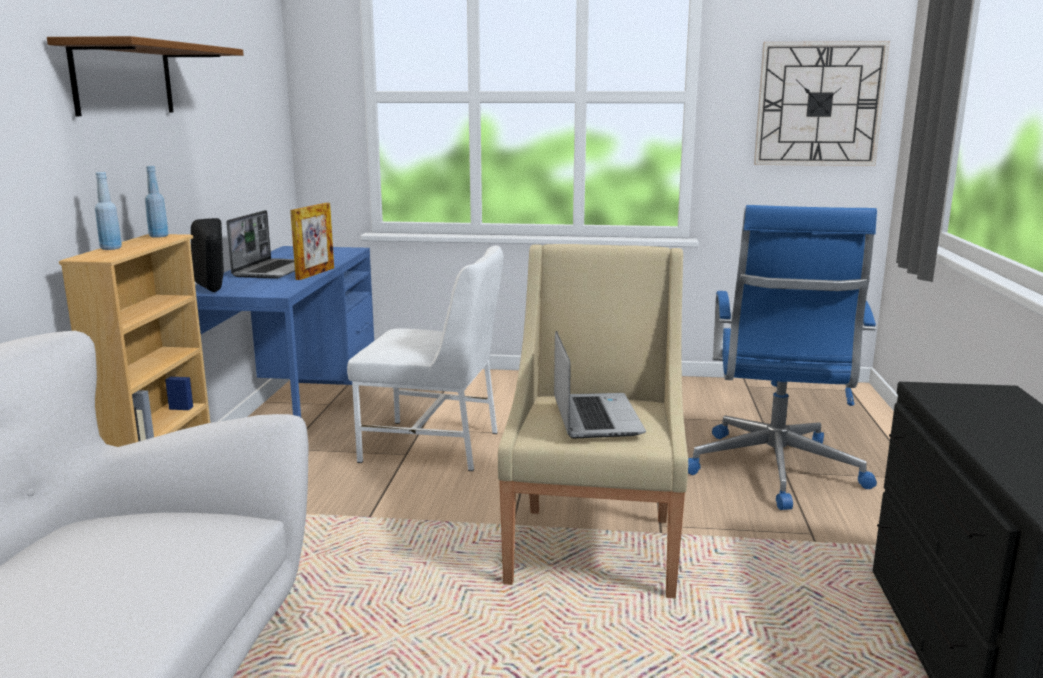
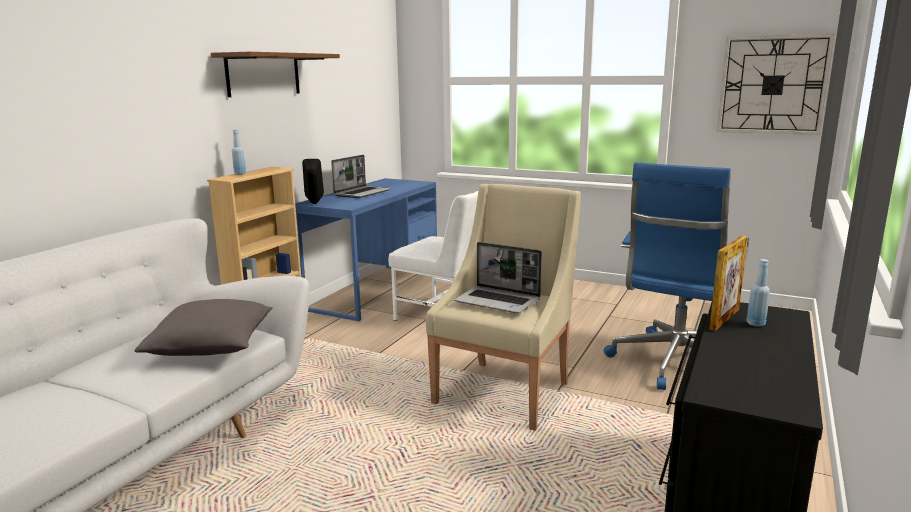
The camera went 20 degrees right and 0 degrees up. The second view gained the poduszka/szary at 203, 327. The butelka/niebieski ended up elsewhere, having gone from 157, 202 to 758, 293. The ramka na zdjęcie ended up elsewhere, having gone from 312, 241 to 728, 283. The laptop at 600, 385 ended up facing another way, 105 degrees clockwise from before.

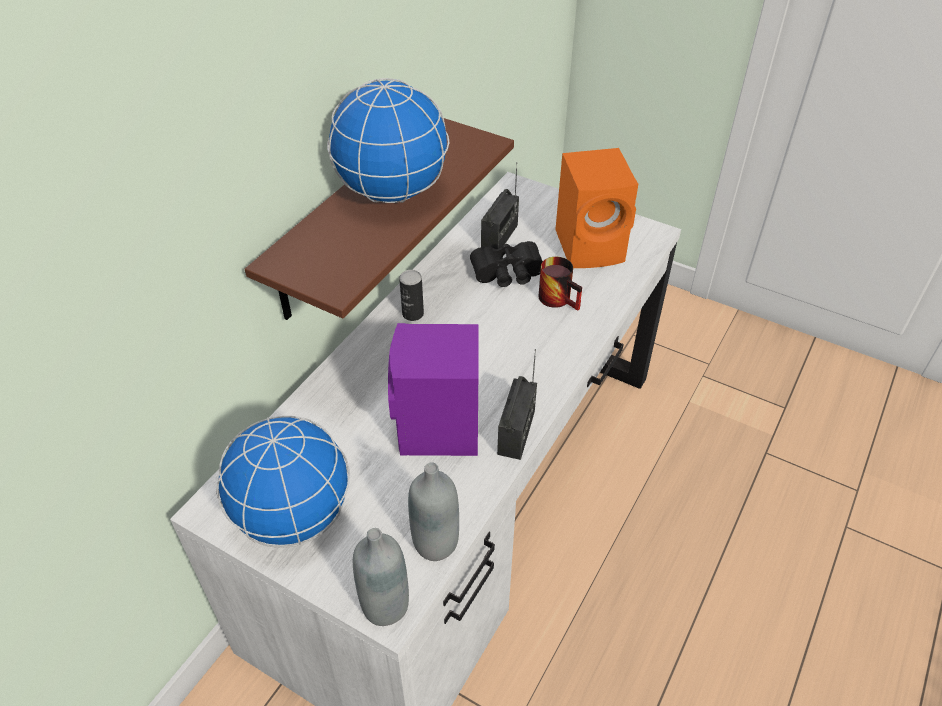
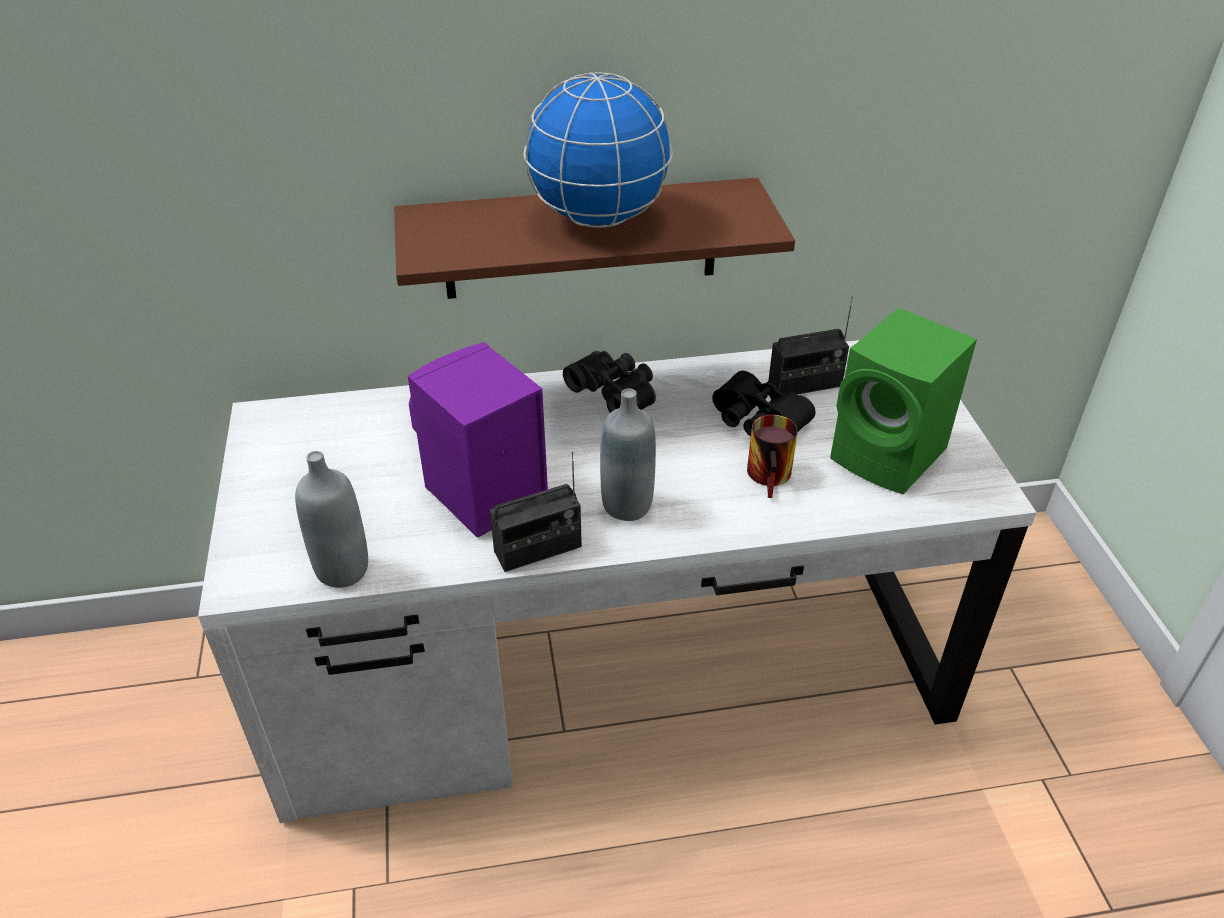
The camera went 50 degrees right and 5 degrees down. The second view lost the globus at 283, 482. The butelka/szary ended up elsewhere, having gone from 381, 577 to 628, 454. Where the puszka stood at 411, 295, the lornetka/czarny came to stand at 609, 382. What was the głośnik/pomarańczowy at 596, 208 turned into the głośnik/zielony at 903, 401.

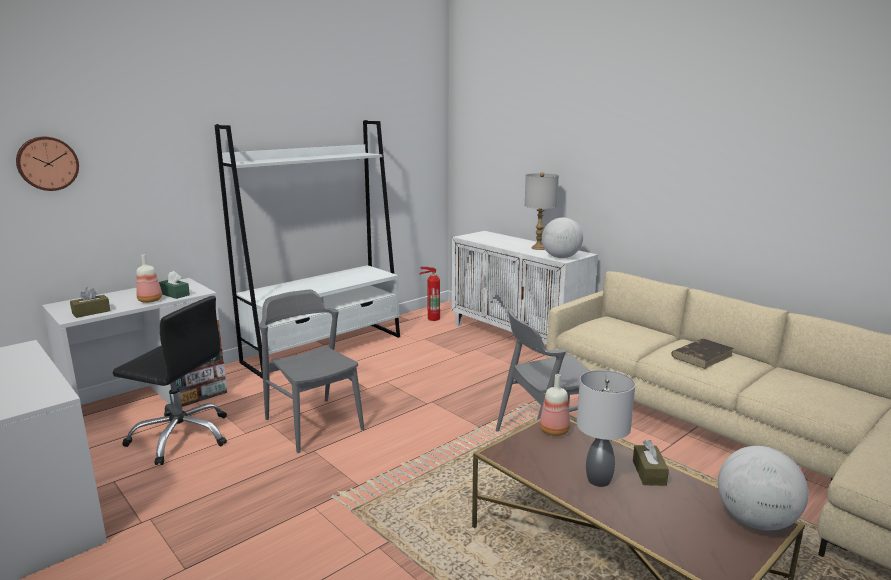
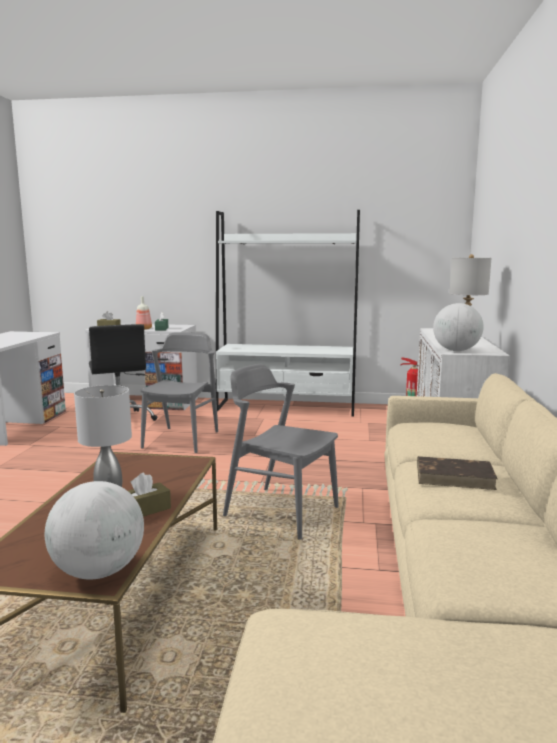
The camera went 50 degrees right and 5 degrees down. The second view lost the zegar ścienny at 47, 164. The second view lost the butelka at 555, 405.

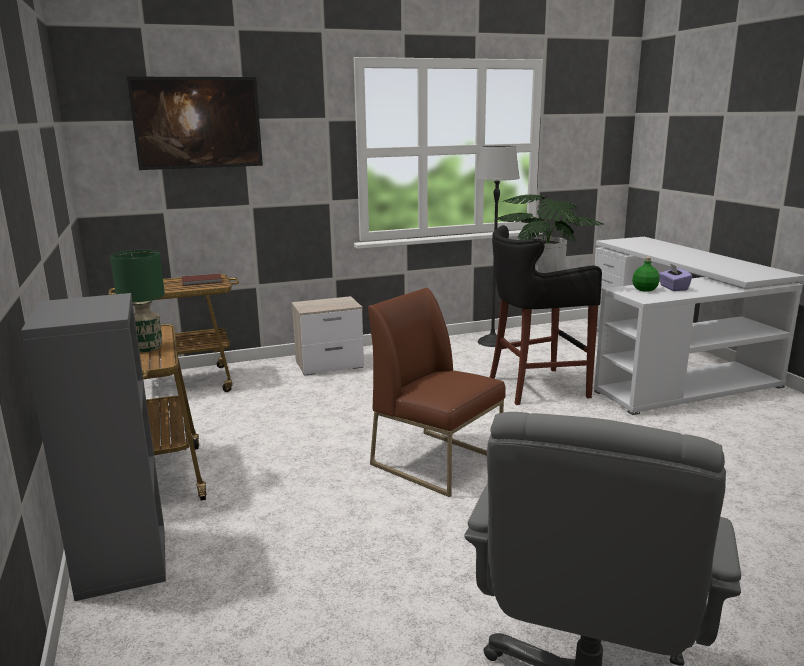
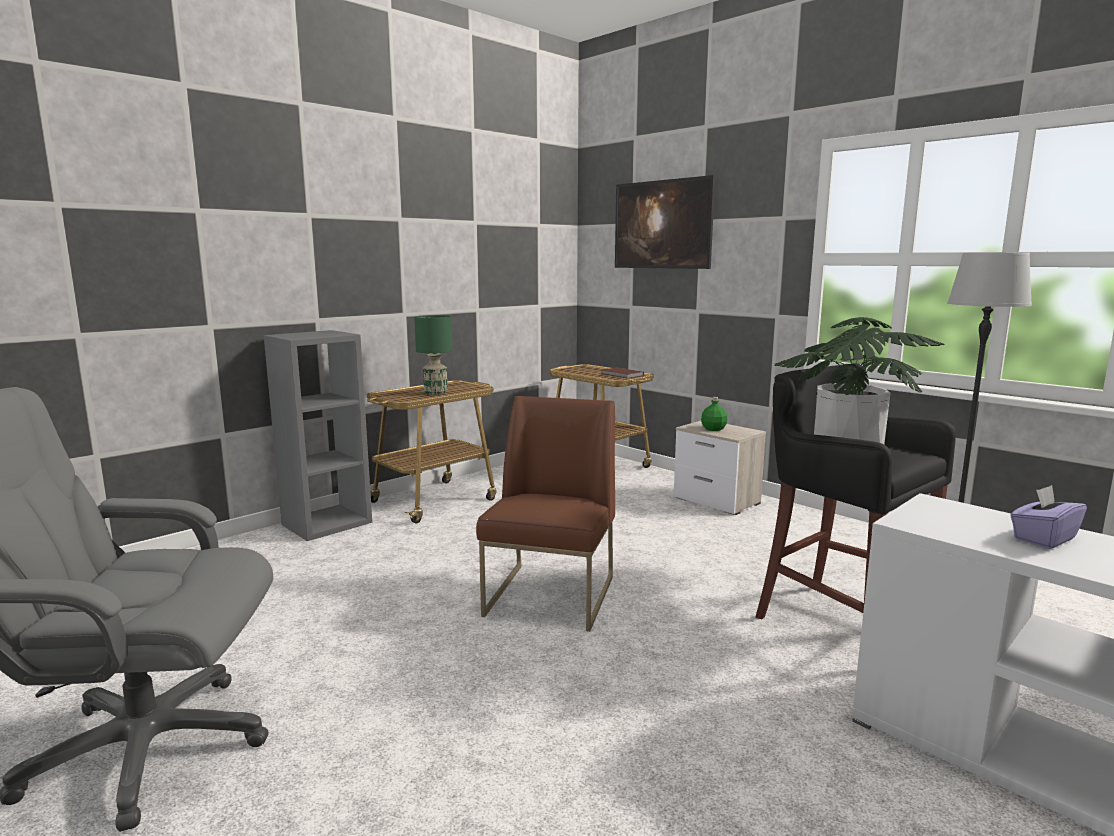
The camera went 65 degrees right and 5 degrees down. The butelka/zielony ended up elsewhere, having gone from 646, 274 to 714, 414.

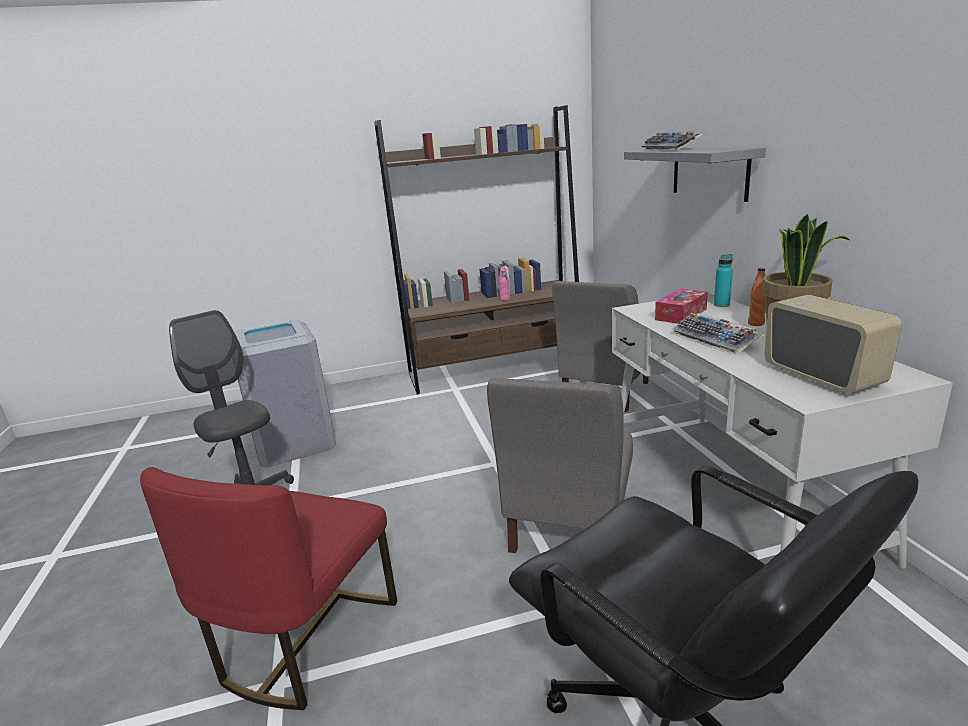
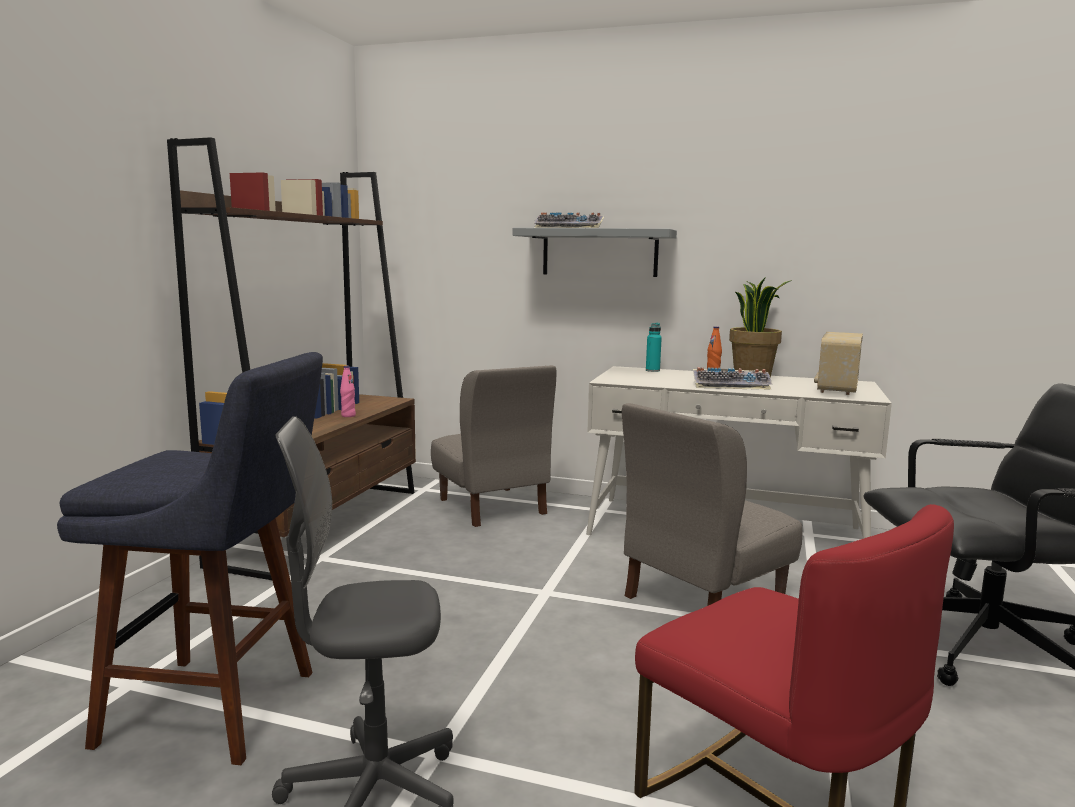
The camera went 60 degrees left and 10 degrees down. The second view lost the pudełko chusteczek at 681, 306. Where the kosz na śmieci/szary stood at 285, 393, the stołek/niebieski came to stand at 190, 558. The krzesło/szary at 560, 465 ended up facing another way, 90 degrees clockwise from before. The radio at 833, 344 ended up facing another way, 75 degrees counterclockwise from before.

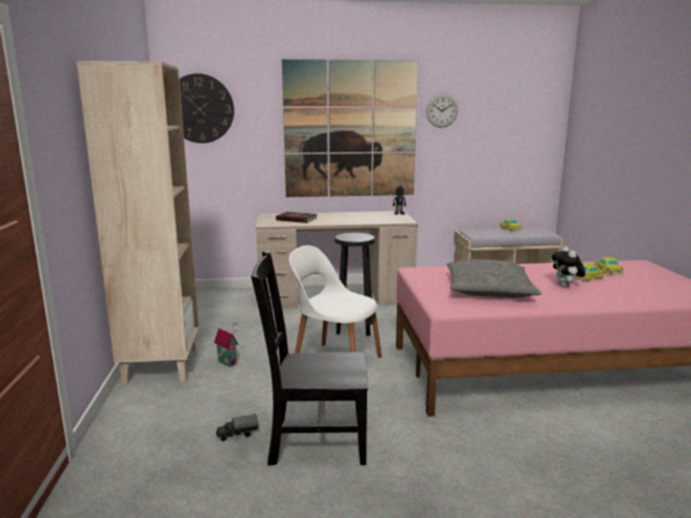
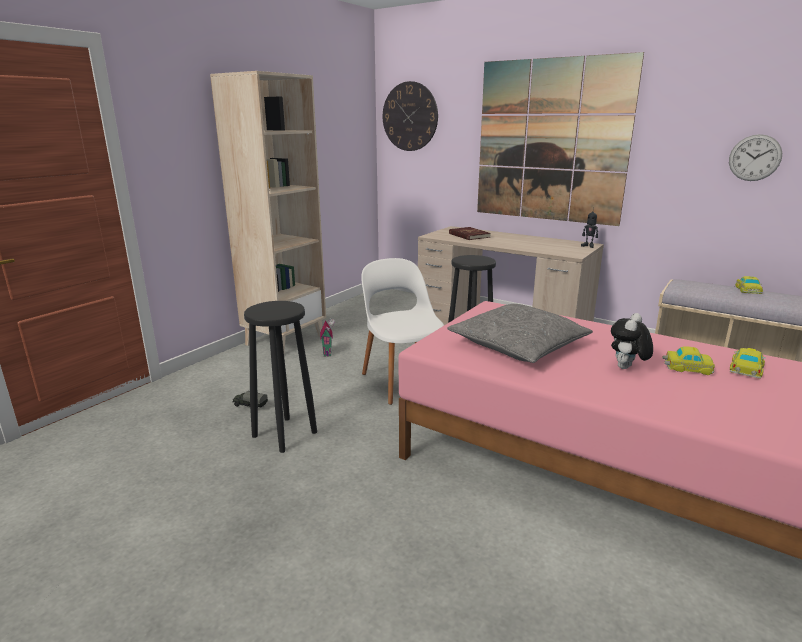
The camera went 40 degrees right and 5 degrees up. The zegar ścienny ended up elsewhere, having gone from 442, 111 to 755, 157. Where the krzesło/czarny stood at 309, 358, the stołek/czarny came to stand at 280, 377.

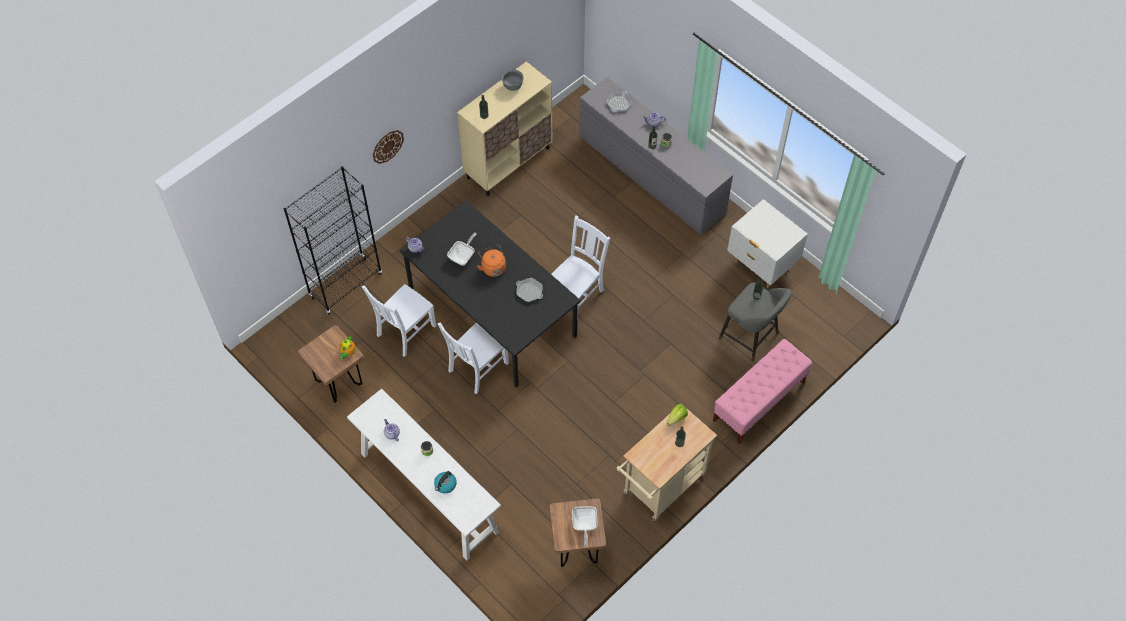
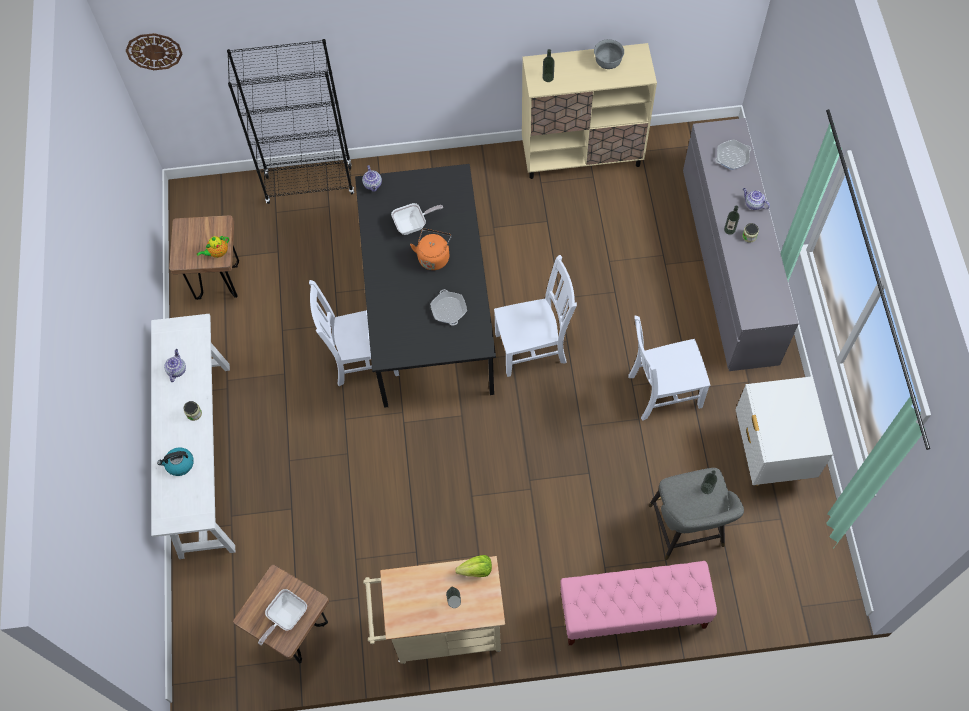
The camera went 40 degrees right and 5 degrees up. The krzesło/biały ended up elsewhere, having gone from 399, 320 to 669, 368. The zegar ścienny ended up elsewhere, having gone from 388, 147 to 154, 51.

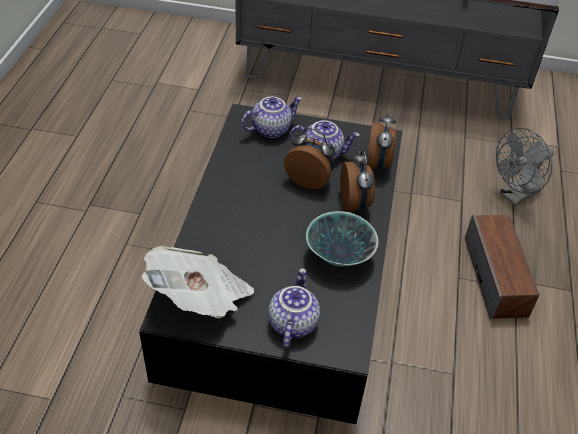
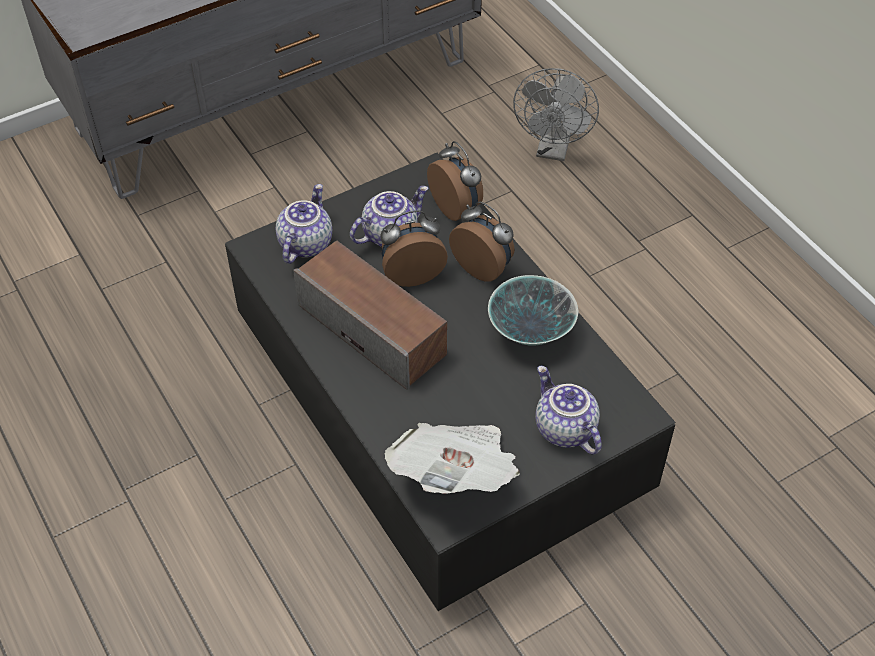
The camera went 40 degrees left and 5 degrees up. The głośnik ended up elsewhere, having gone from 502, 266 to 370, 315.

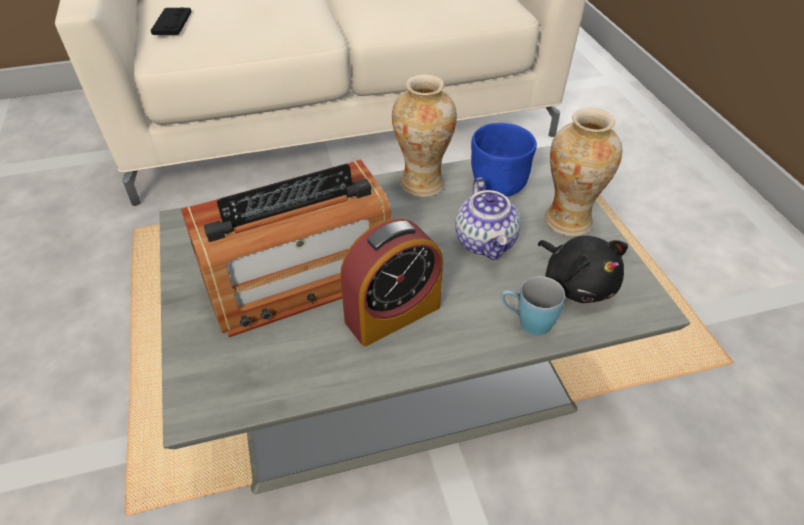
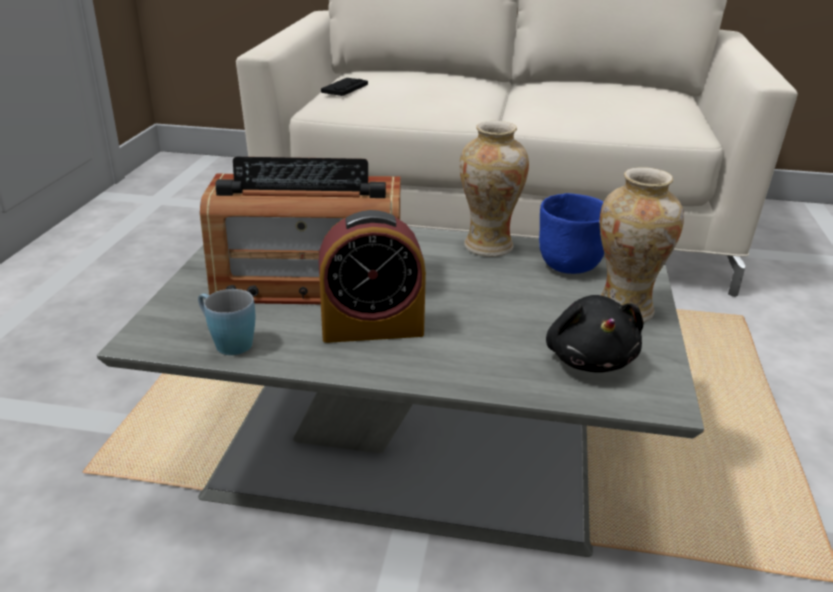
The camera went 25 degrees right and 15 degrees down. The second view lost the imbryk at 487, 218. The kubek/niebieski ended up elsewhere, having gone from 533, 306 to 226, 322.

